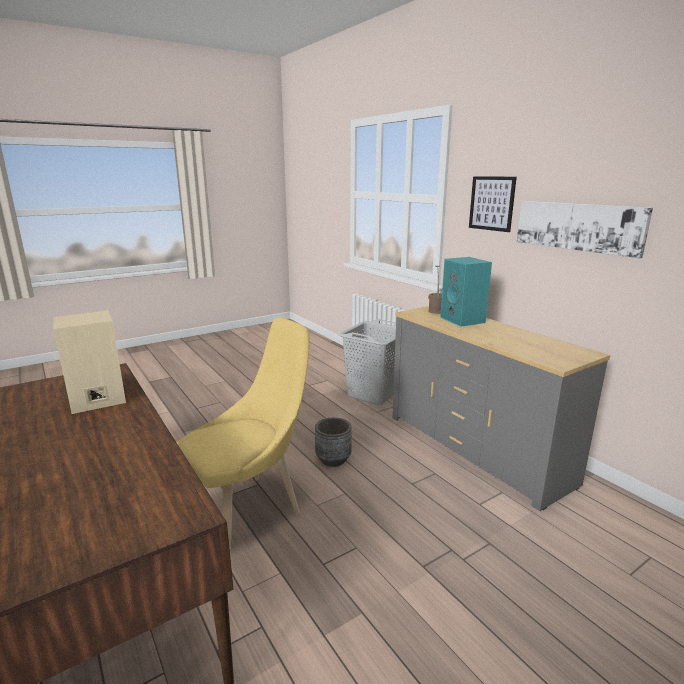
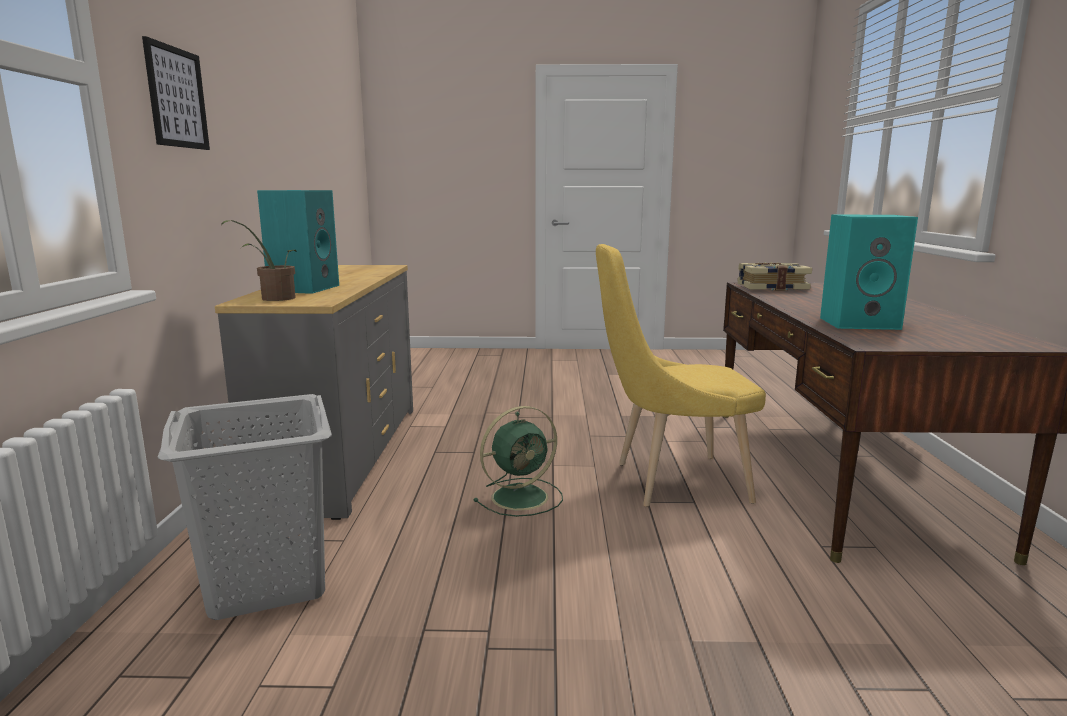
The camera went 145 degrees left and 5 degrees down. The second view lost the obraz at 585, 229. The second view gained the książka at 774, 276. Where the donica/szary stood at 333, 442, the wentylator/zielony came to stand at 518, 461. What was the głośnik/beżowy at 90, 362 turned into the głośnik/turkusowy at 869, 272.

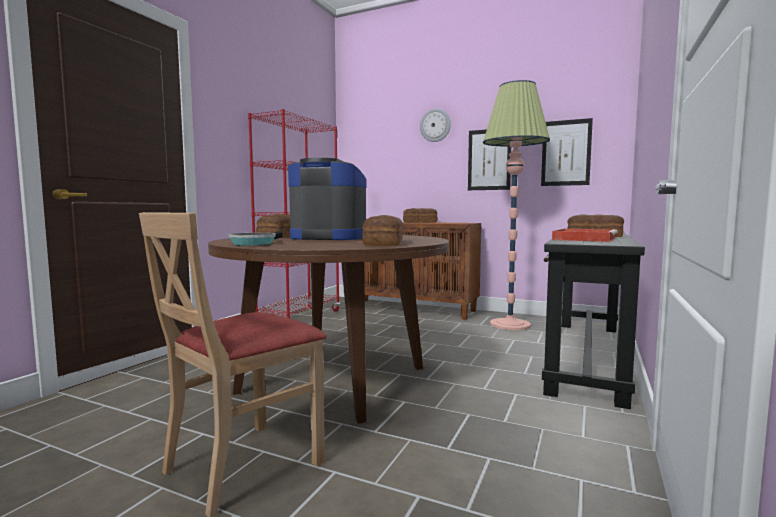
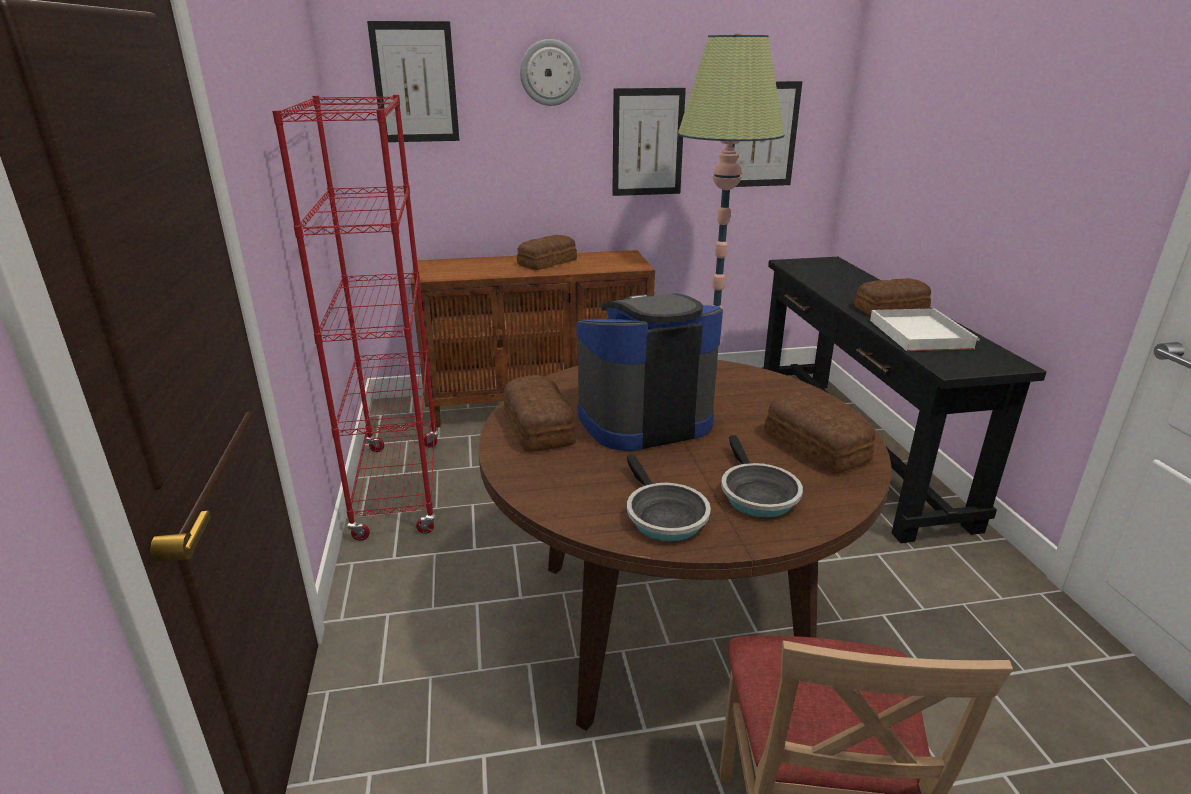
The camera went 35 degrees left and 20 degrees up. The second view gained the obraz at 413, 81. The second view gained the patelnia at 762, 476. What was the taca/czerwony at 585, 235 turned into the taca/biały at 925, 329.

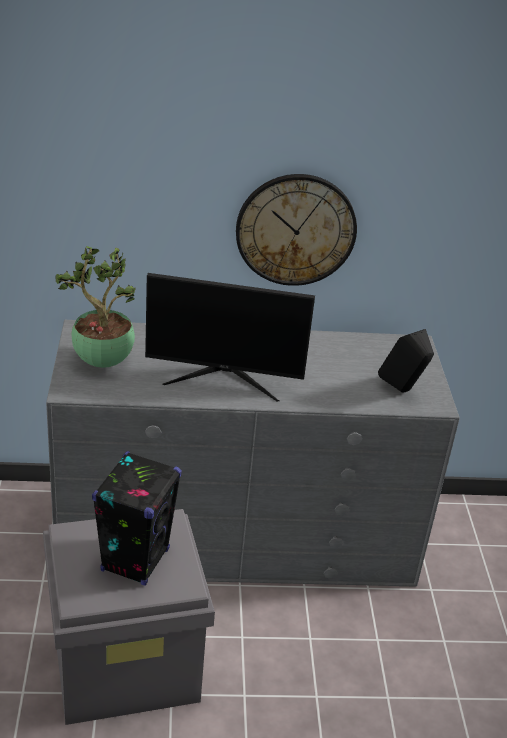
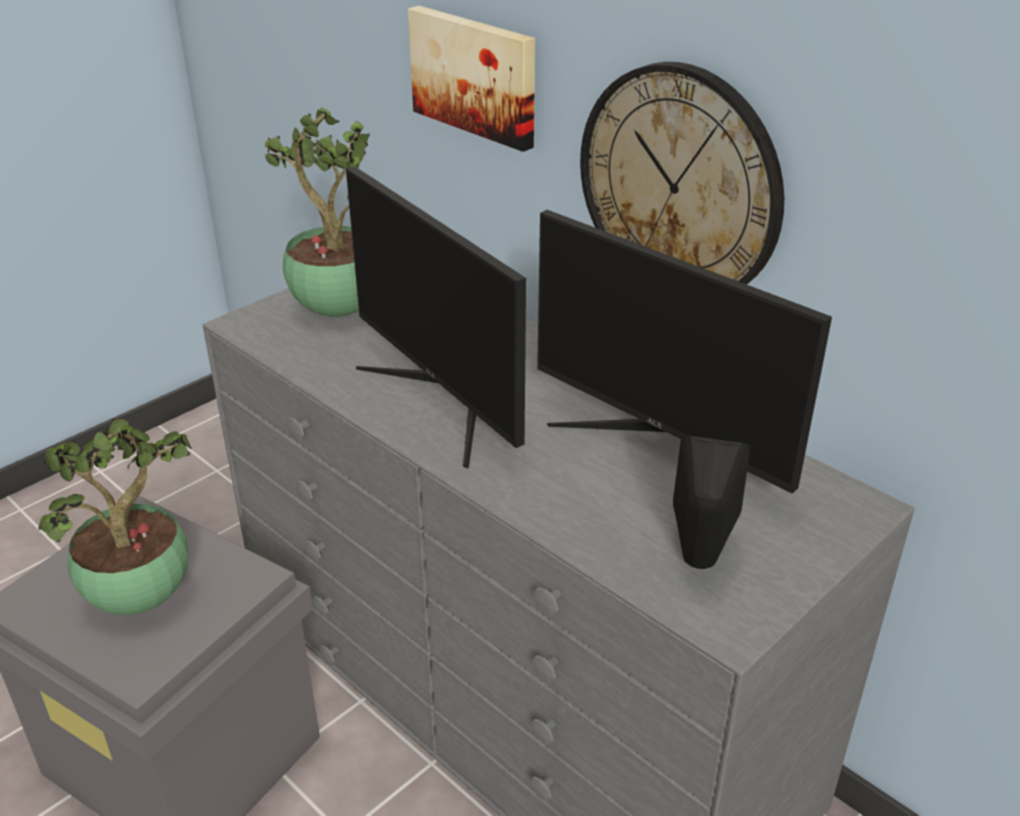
The camera went 50 degrees right and 0 degrees up. The second view gained the obraz at 471, 79. The second view gained the monitor at 684, 352. Where the głośnik/czarny stood at 137, 518, the roślina doniczkowa came to stand at 115, 516.

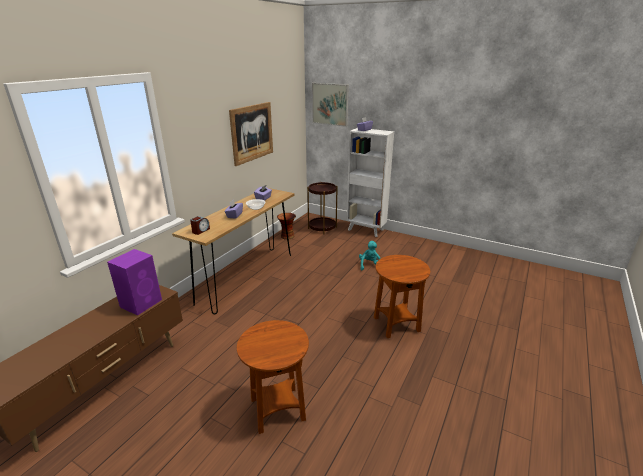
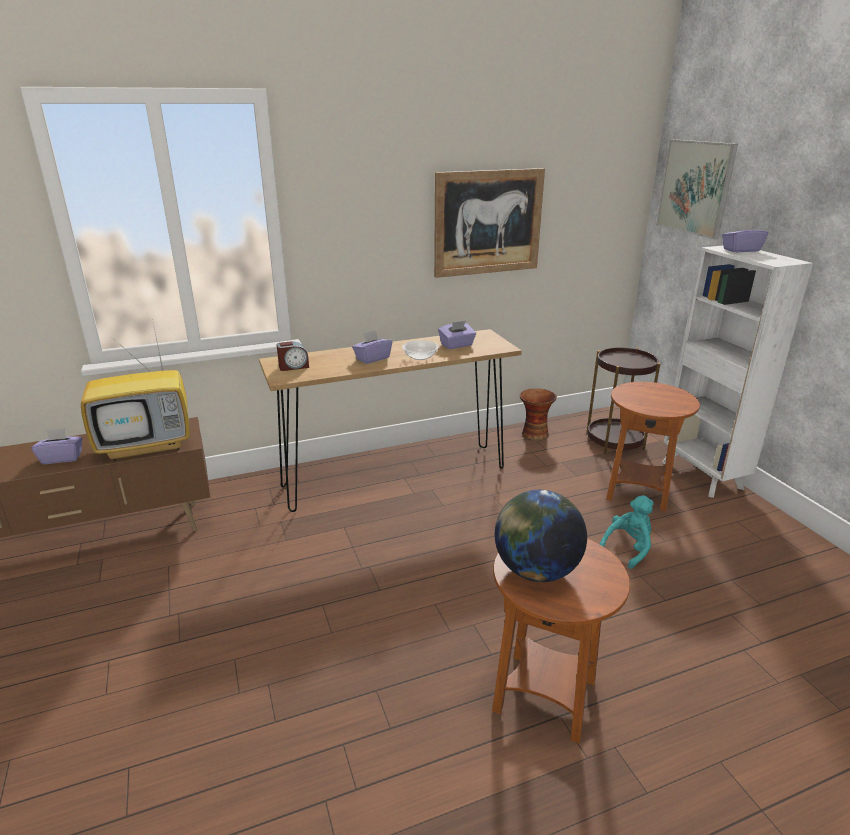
The camera went 40 degrees right and 0 degrees up. The second view gained the pudełko chusteczek/fioletowy at 57, 446. The second view gained the globus at 541, 536. The stolik/brązowy ended up elsewhere, having gone from 273, 377 to 653, 447. Where the głośnik/fioletowy stood at 134, 282, the telewizor came to stand at 135, 392.

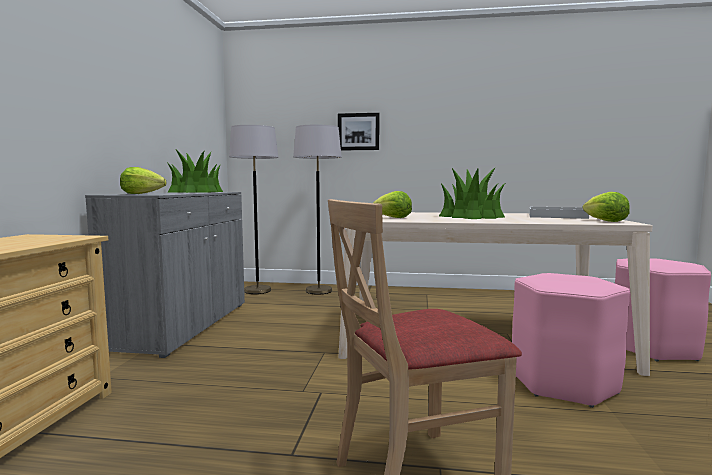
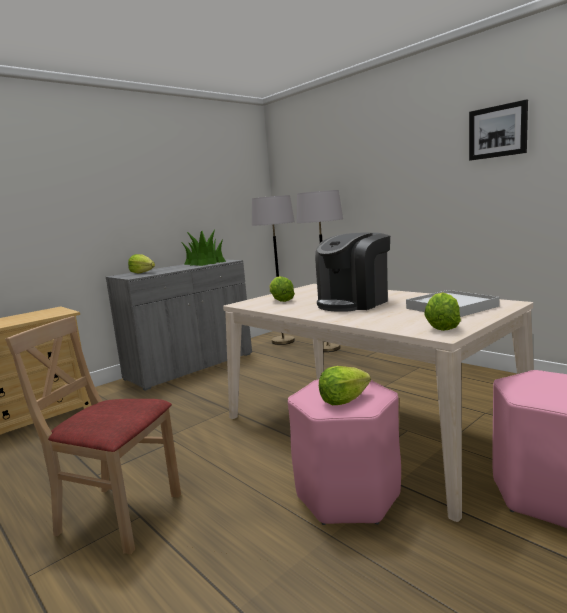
The camera went 40 degrees right and 5 degrees up. The second view gained the sałata at 345, 385. The obraz ended up elsewhere, having gone from 359, 131 to 498, 130. Where the roślina doniczkowa stood at 472, 193, the ekspres do kawy came to stand at 352, 272.

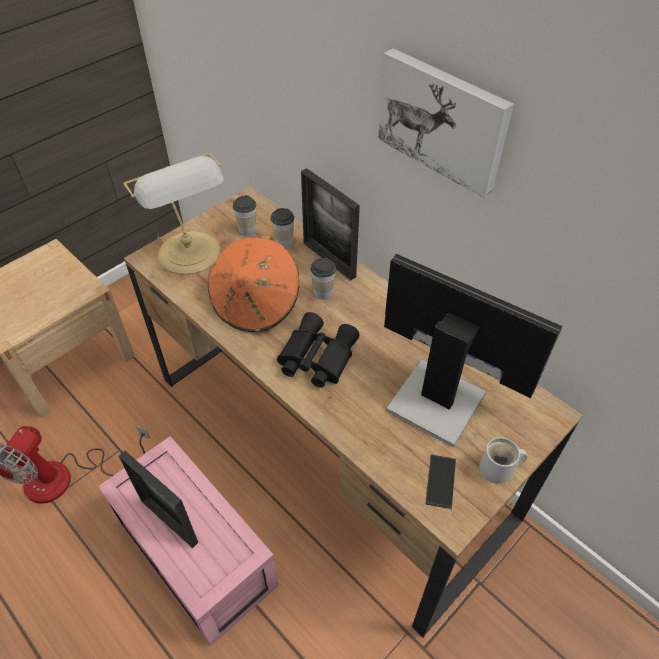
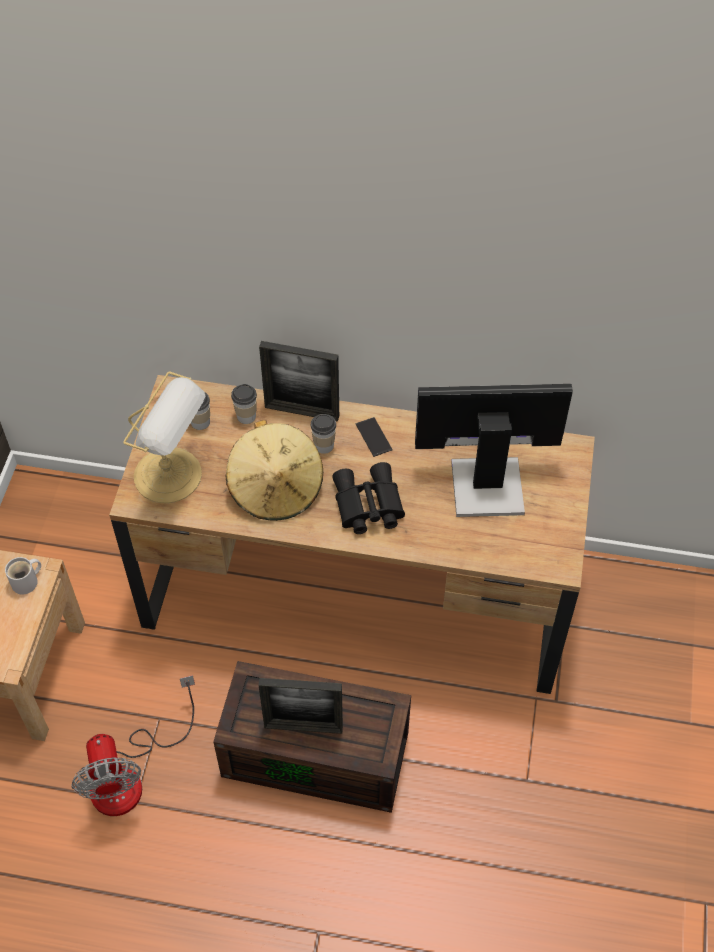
The camera went 35 degrees left and 5 degrees up. The second view lost the obraz at 446, 123. The telefon ended up elsewhere, having gone from 440, 481 to 374, 437. The kubek/biały ended up elsewhere, having gone from 504, 460 to 23, 576. What was the pojemnik do przechowywania/różowy at 188, 541 turned into the pojemnik do przechowywania/brązowy at 312, 737. What was the kapelusz/pomarańczowy at 253, 283 turned into the kapelusz/beżowy at 274, 470.

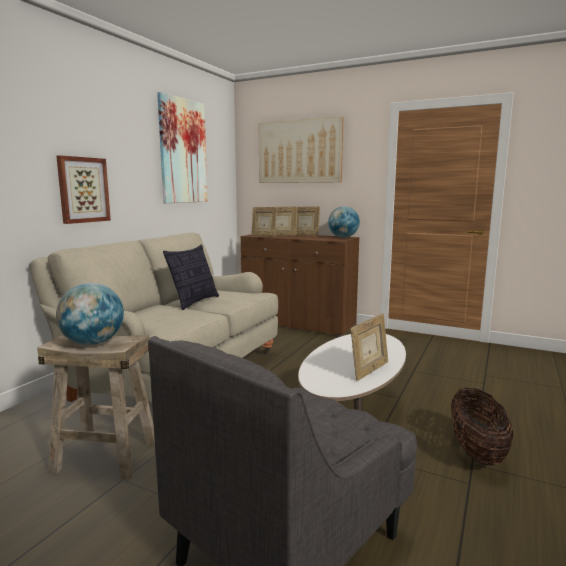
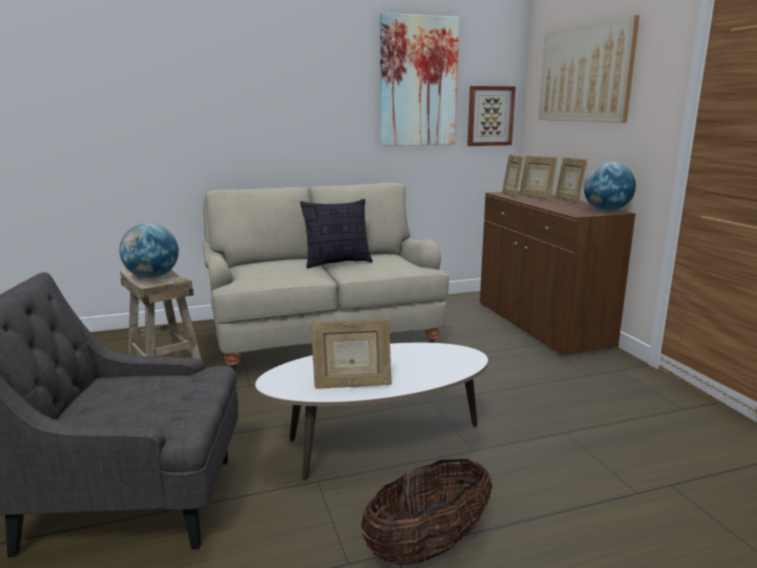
The camera went 45 degrees right and 5 degrees up. The obraz ended up elsewhere, having gone from 83, 189 to 491, 116.

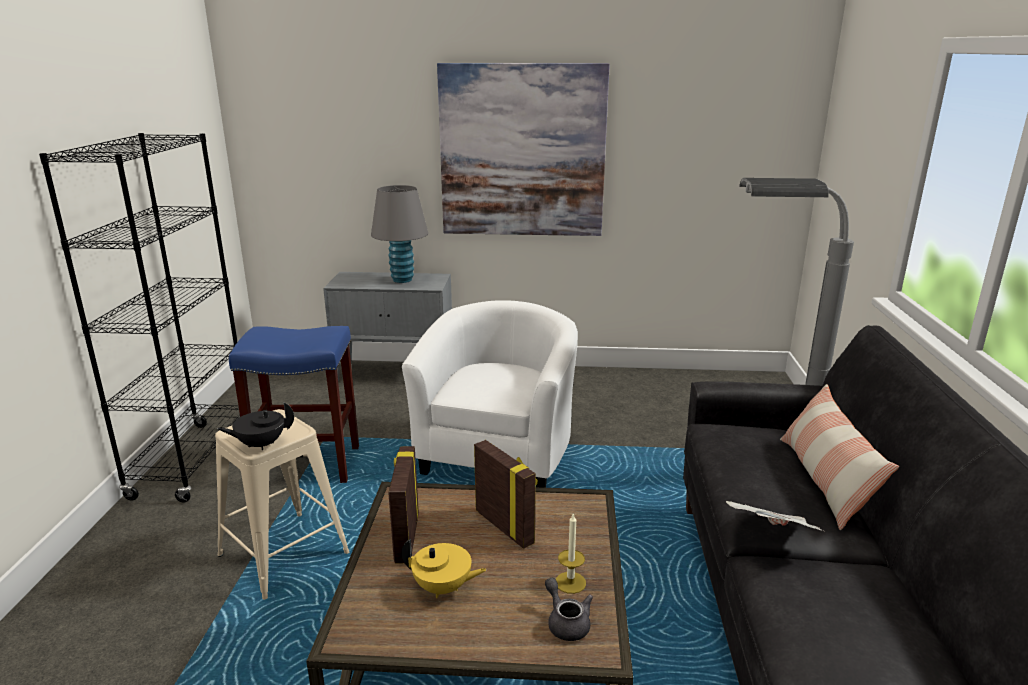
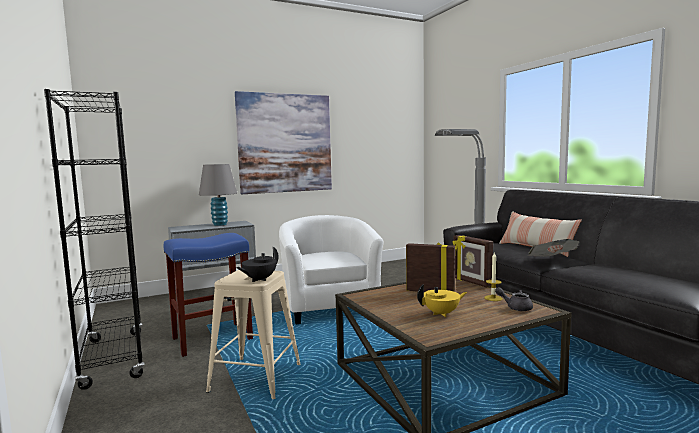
The camera went 30 degrees left and 15 degrees down. The ramka na zdjęcie ended up elsewhere, having gone from 403, 504 to 472, 261.

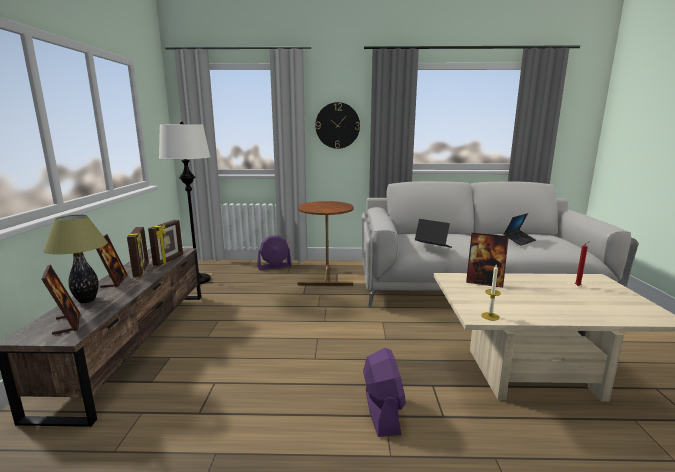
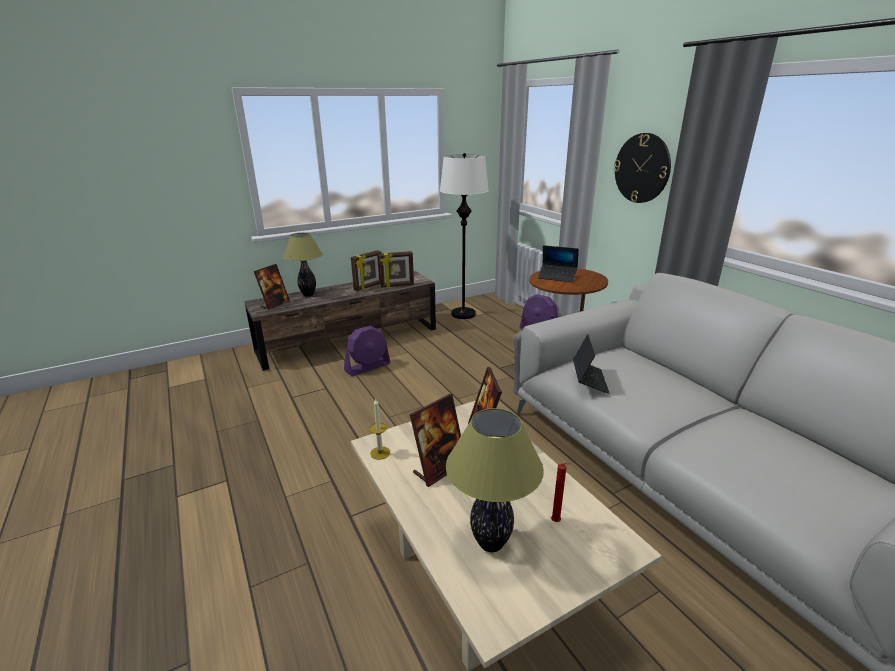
The camera went 60 degrees right and 10 degrees up. The second view gained the lampa stołowa at 495, 480. The ramka na zdjęcie ended up elsewhere, having gone from 112, 261 to 435, 440. The wentylator/fioletowy ended up elsewhere, having gone from 384, 392 to 367, 351. The laptop ended up elsewhere, having gone from 519, 229 to 558, 263.

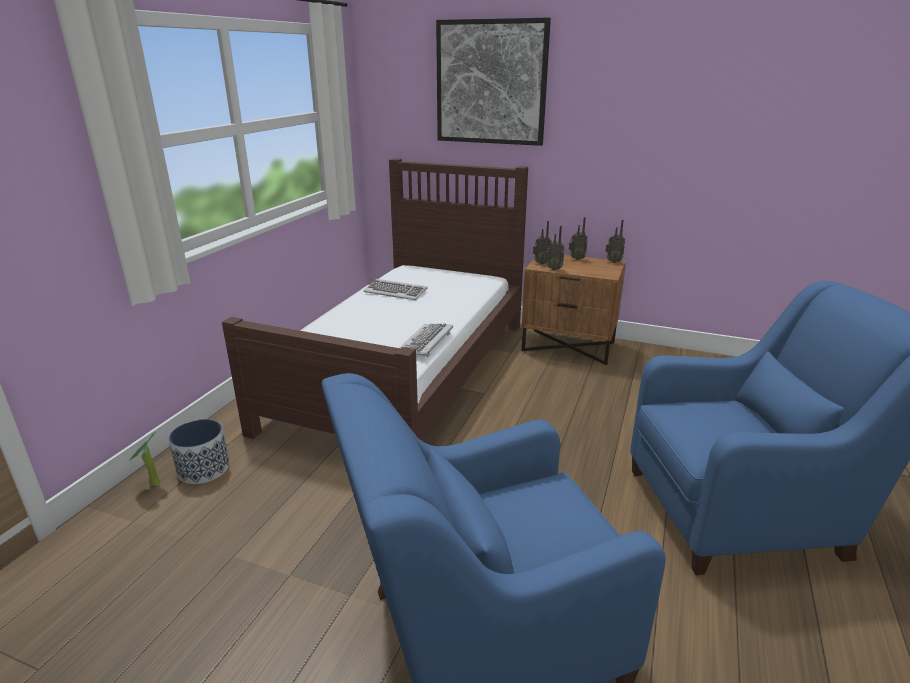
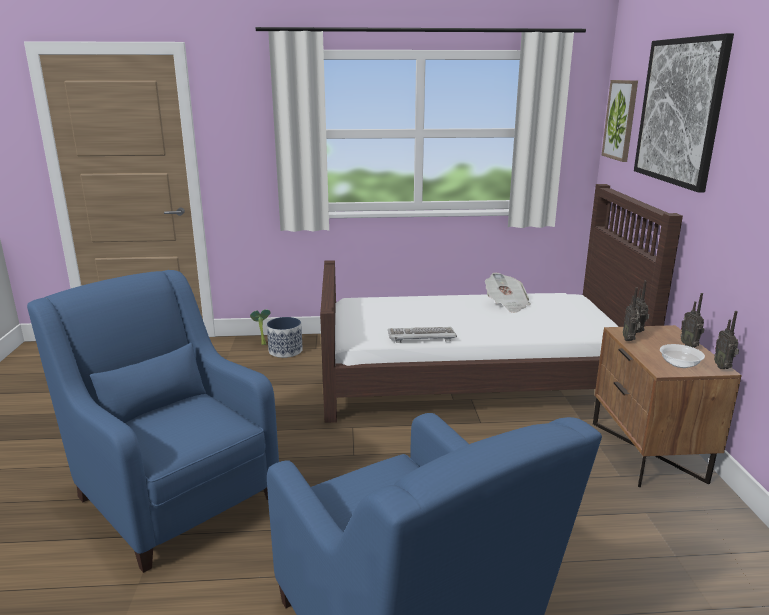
The camera went 65 degrees right and 5 degrees down. The second view gained the obraz at 620, 121. The second view gained the miska at 682, 356. Where the klawiatura stood at 395, 289, the gazeta came to stand at 508, 293.

